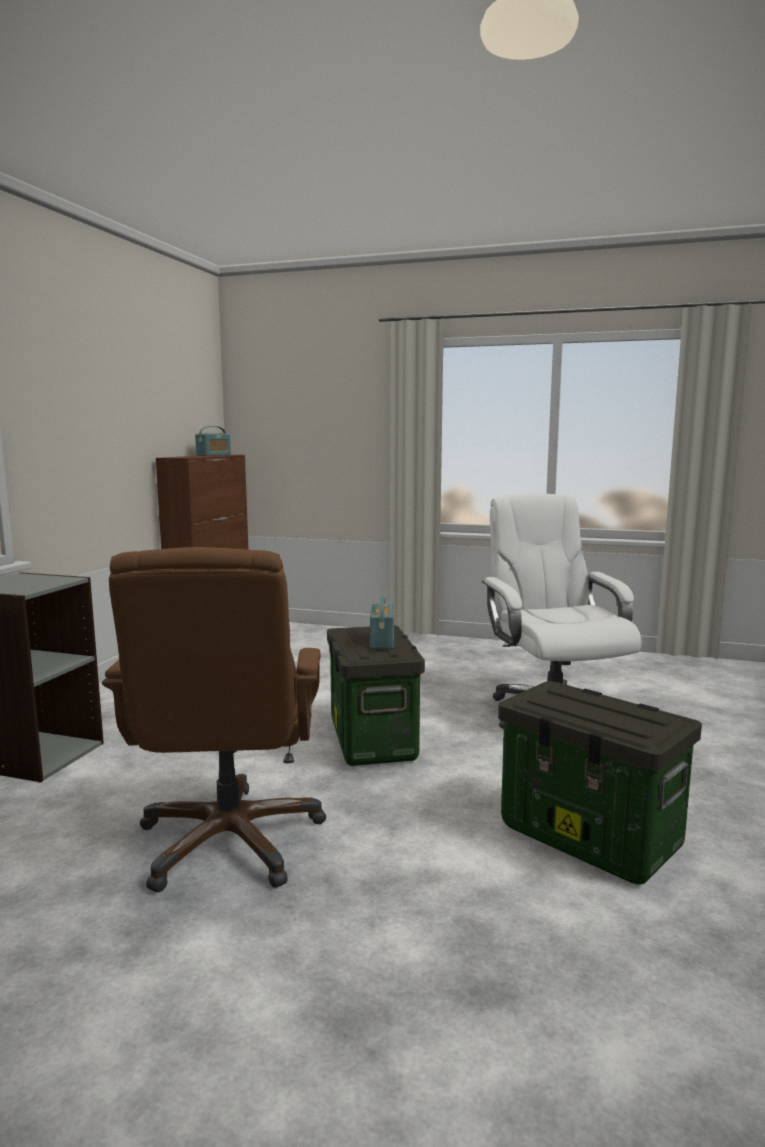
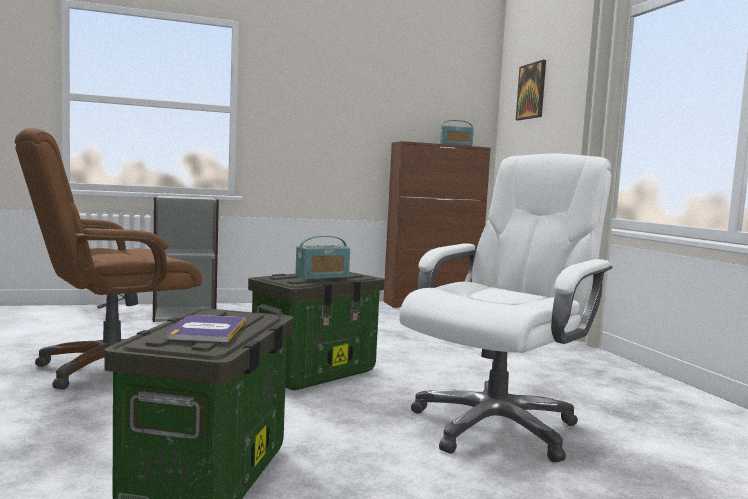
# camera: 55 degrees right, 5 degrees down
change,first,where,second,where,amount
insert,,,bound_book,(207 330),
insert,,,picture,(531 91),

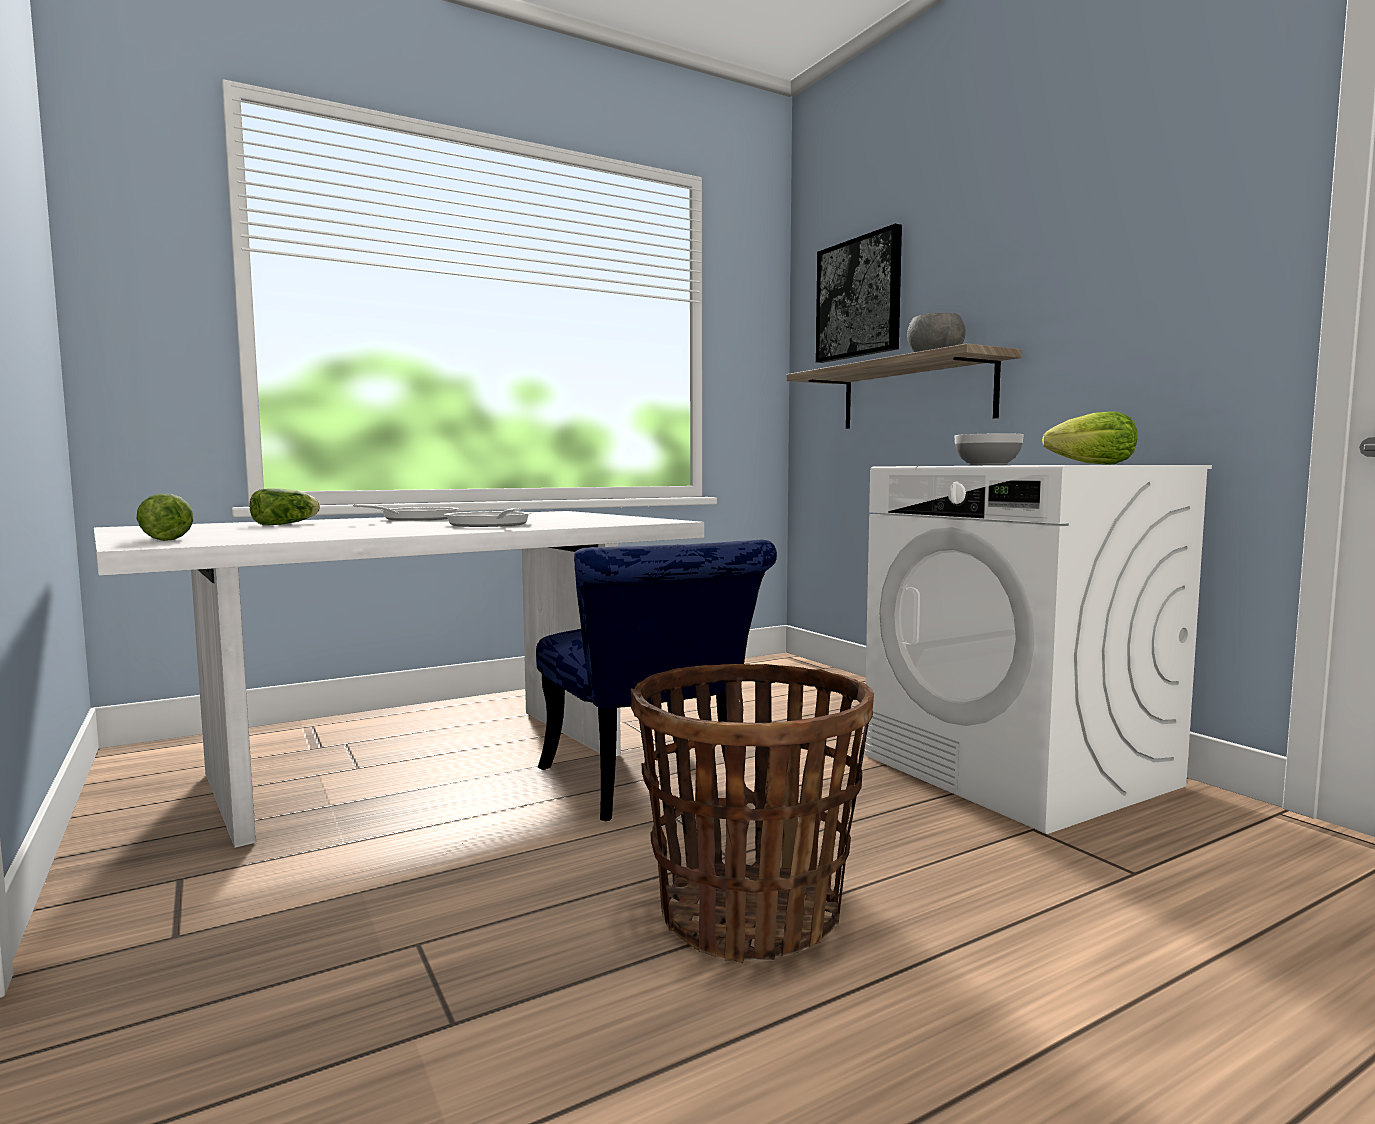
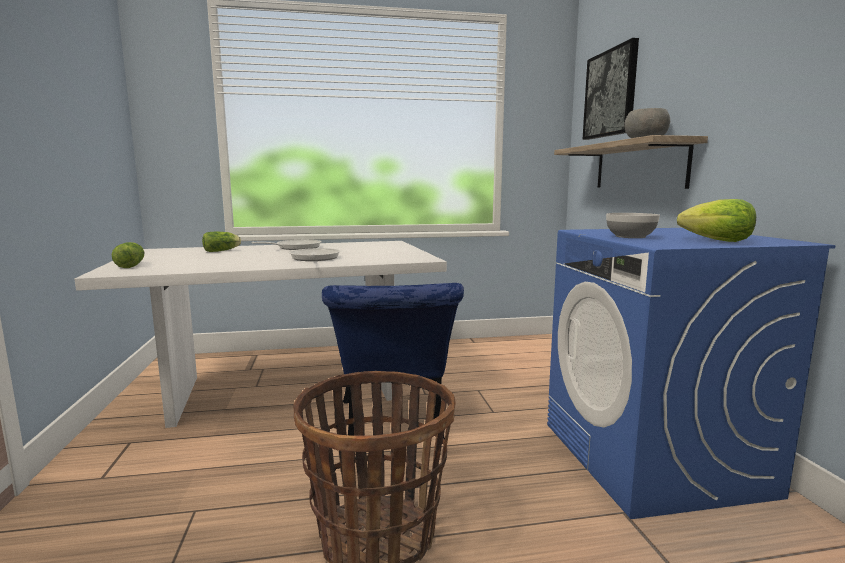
# camera: 20 degrees right, 5 degrees up
change,first,where,second,where,amount
recolor,whitish_laundry_appliance,(1019 771),blue-coloured_laundry_appliance,(653 458),

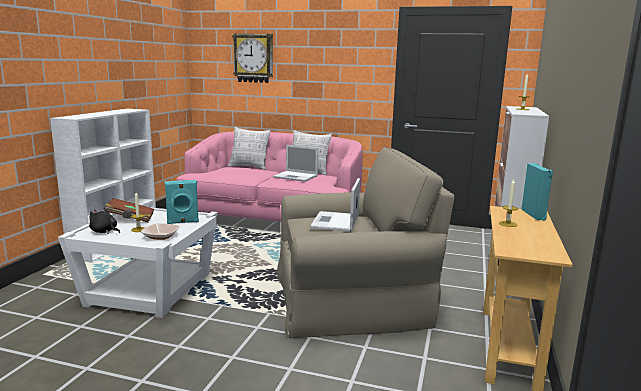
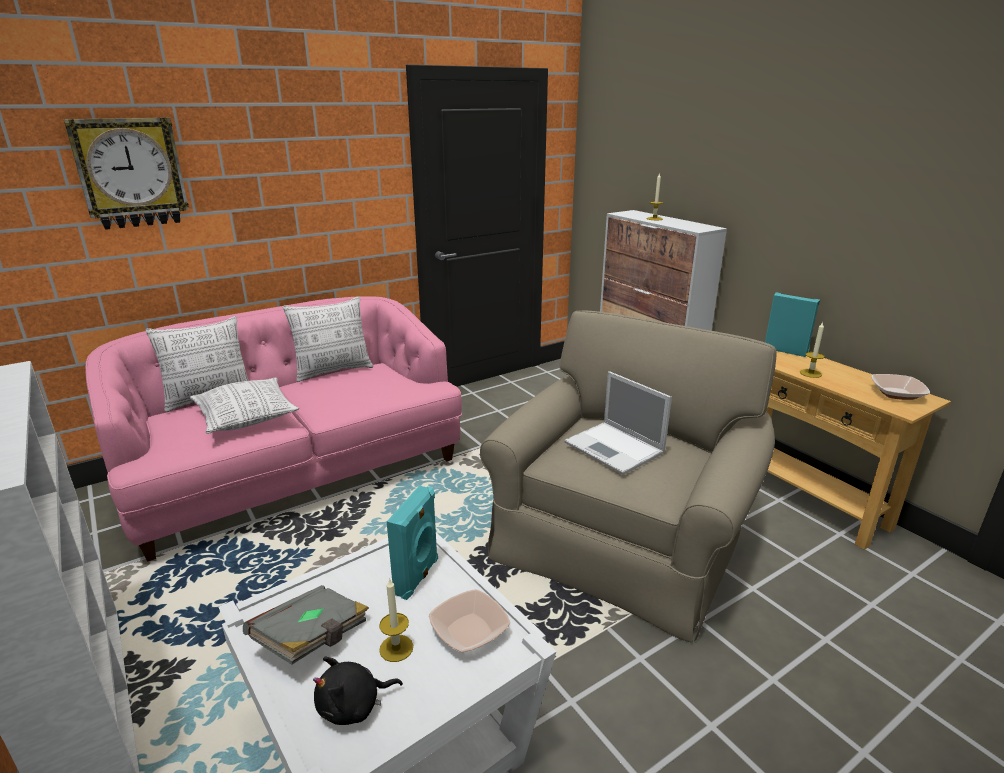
# camera: 50 degrees left, 10 degrees up
change,first,where,second,where,amount
insert,,,pillow,(247 417),
recolor,brown_bound_book,(130 219),grey_bound_book,(313 638),
insert,,,deep_dish,(896 393),
delete,laptop,(296 176),,,

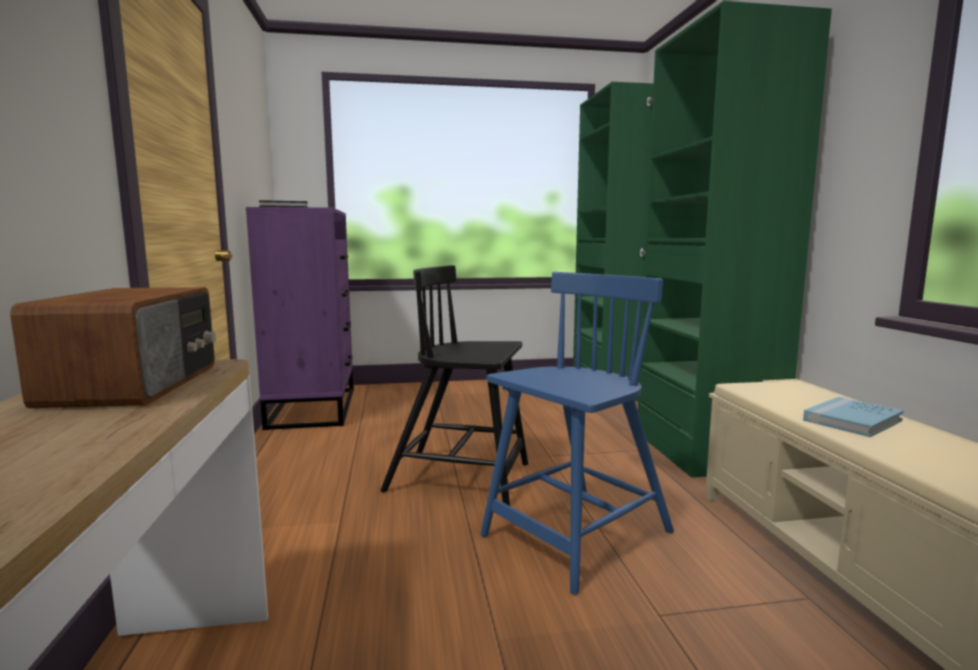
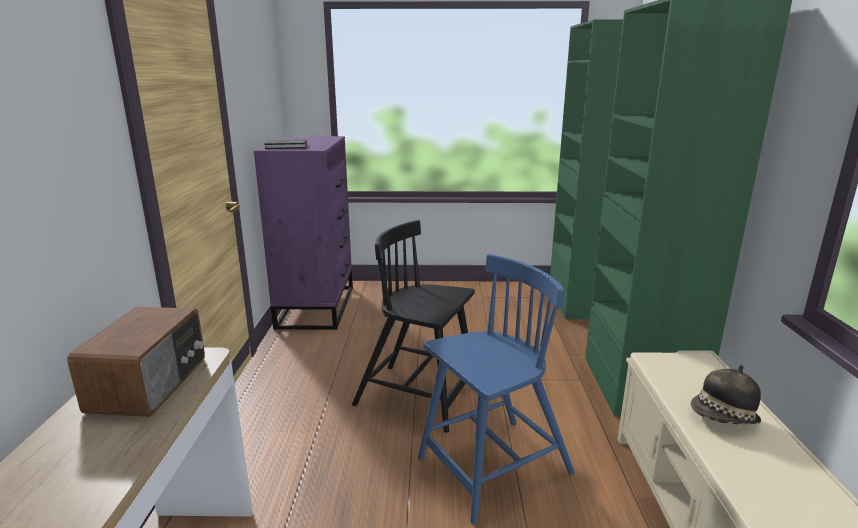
# camera: 10 degrees right, 10 degrees up
change,first,where,second,where,amount
replace,blue-coloured_bound_book,(852 420),clothing_hat,(723 418),

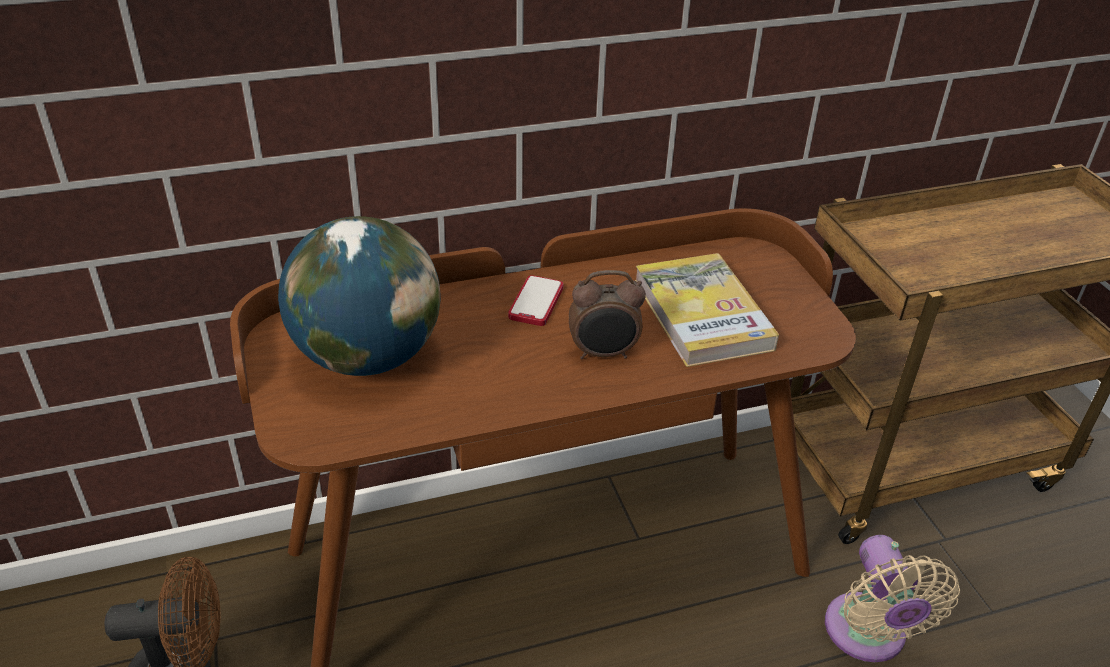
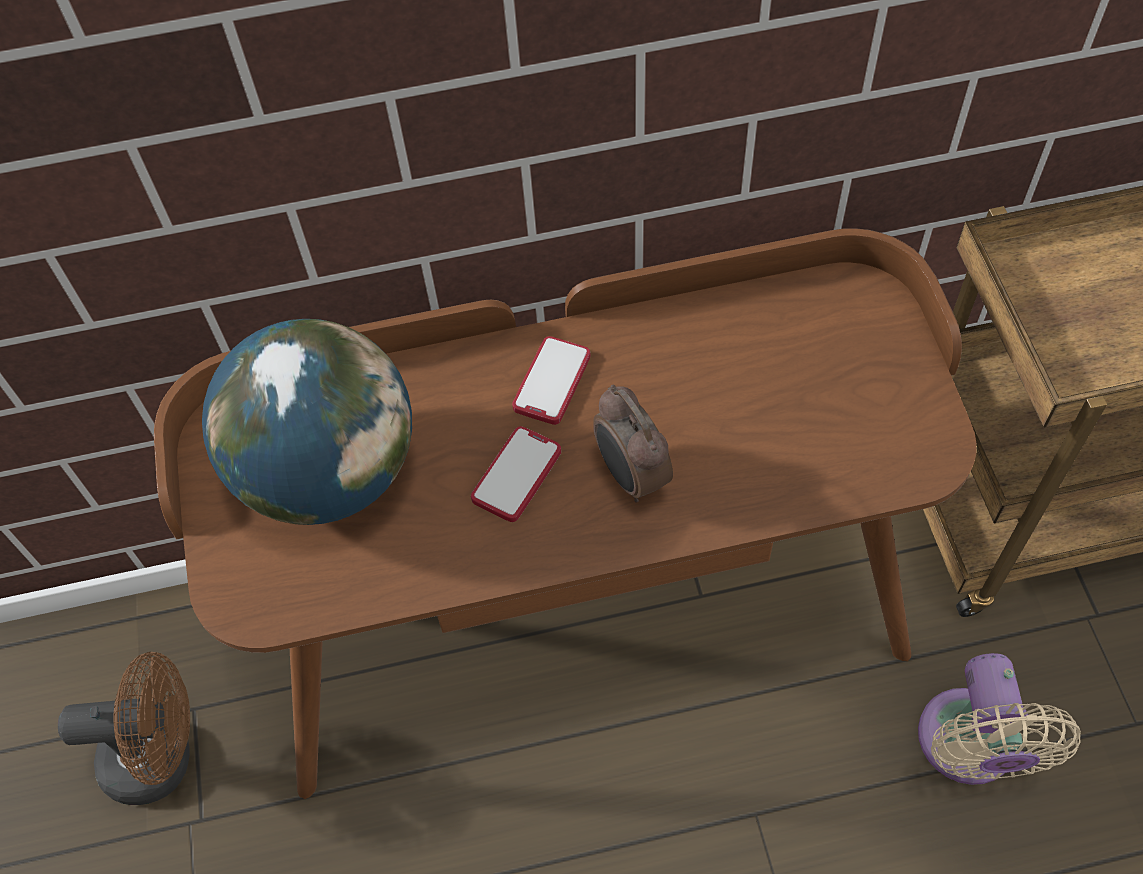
# camera: 10 degrees right, 20 degrees up
change,first,where,second,where,amount
insert,,,telephone,(516 475),
rotate,alarm_clock,(603 353),,(630 476),60 degrees clockwise
delete,bound_book,(702 314),,,

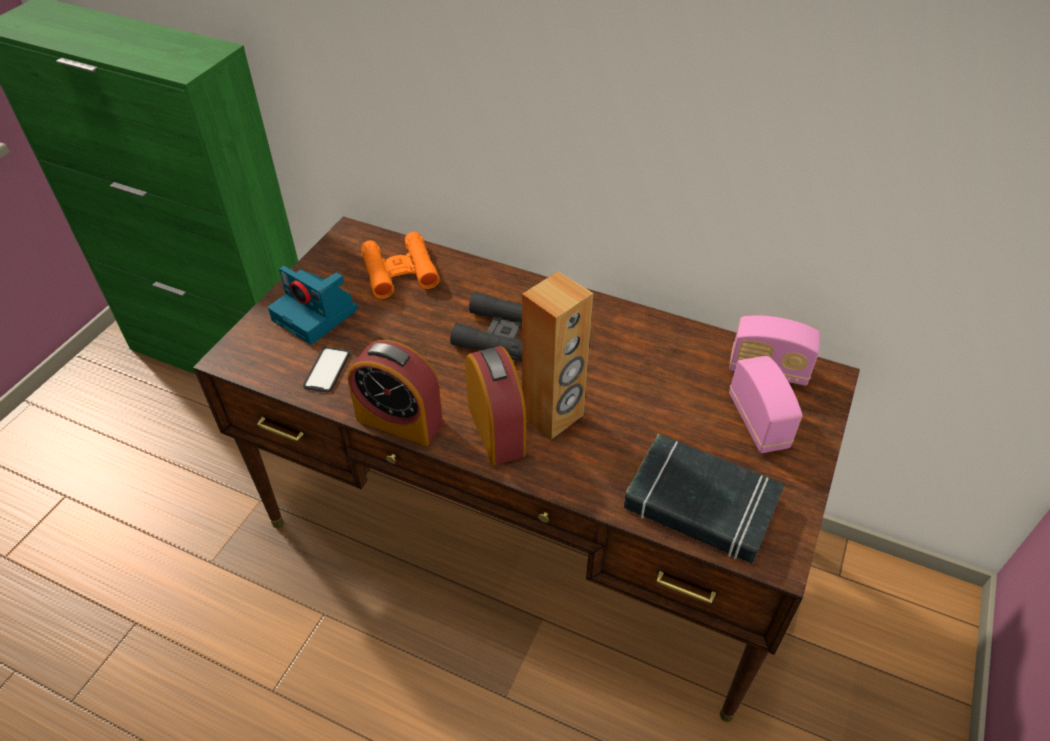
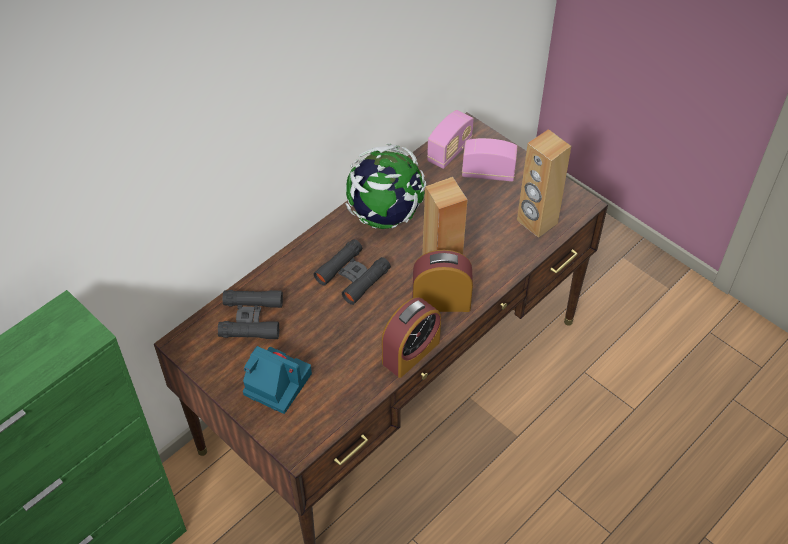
# camera: 70 degrees left, 5 degrees up
change,first,where,second,where,amount
recolor,orange_binoculars,(399 271),blackish_binoculars,(251 319),
rotate,photo_camera,(317 315),,(275 383),120 degrees counterclockwise
insert,,,globe,(385 216),
replace,blackish_bound_book,(700 504),brown_speaker,(536 222),
delete,telephone,(327 370),,,

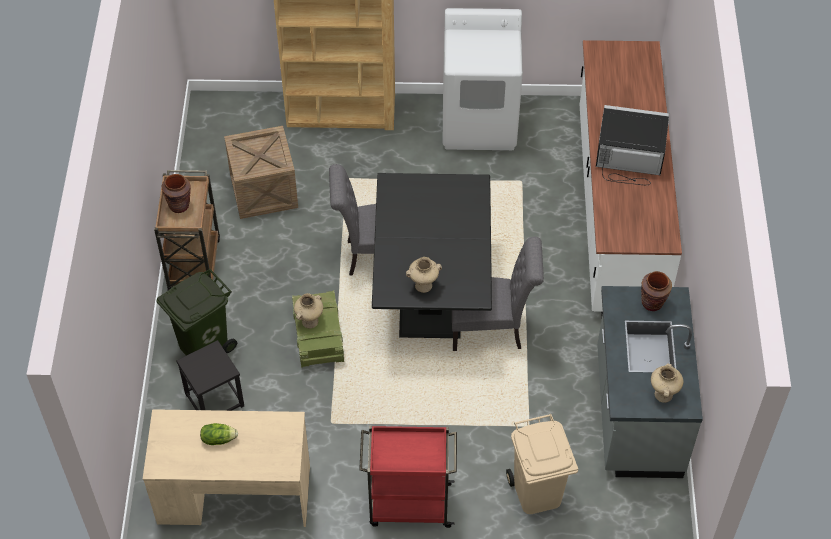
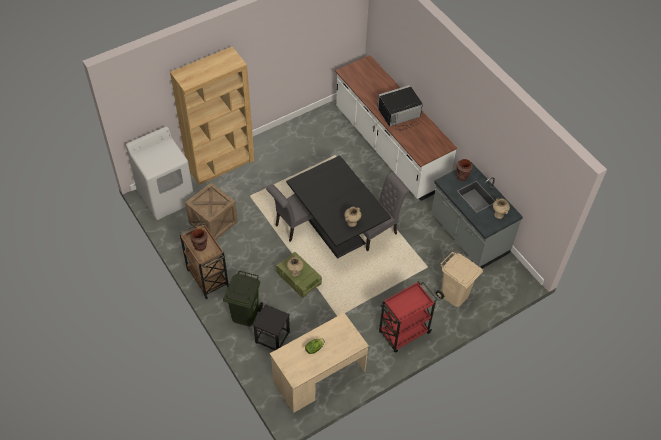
# camera: 35 degrees left, 0 degrees up
change,first,where,second,where,amount
move,whitish_laundry_appliance,(479 123),,(166 197),

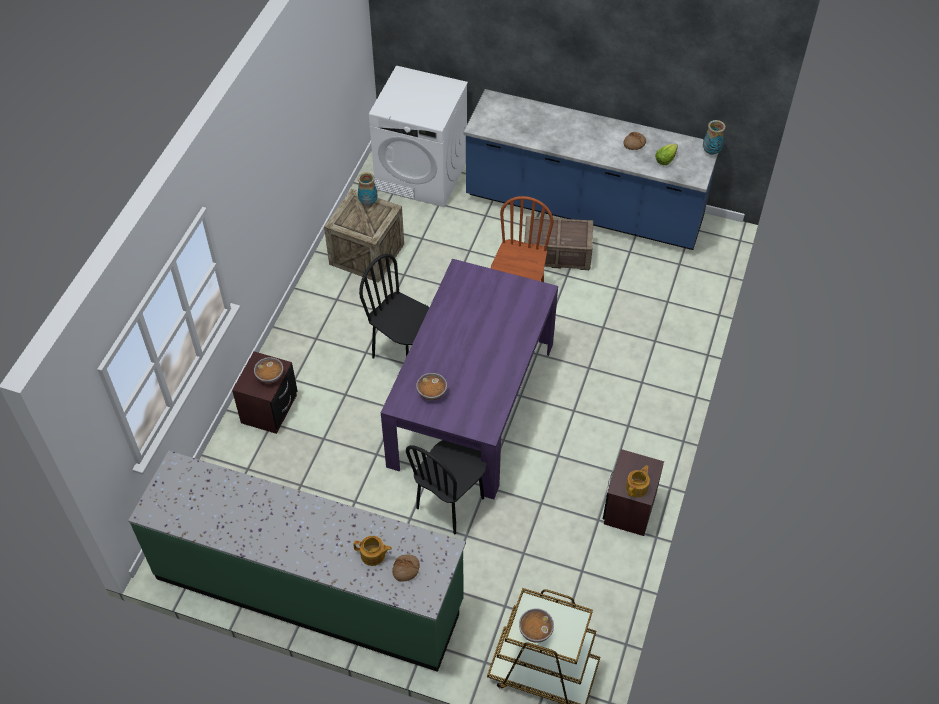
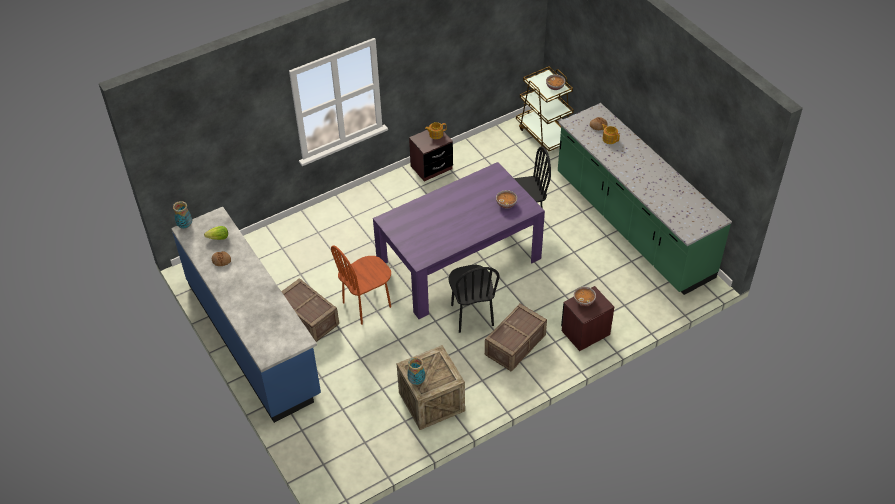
# camera: 140 degrees left, 5 degrees down
change,first,where,second,where,amount
insert,,,packing_crate,(515 346),
delete,whitish_laundry_appliance,(422 175),,,

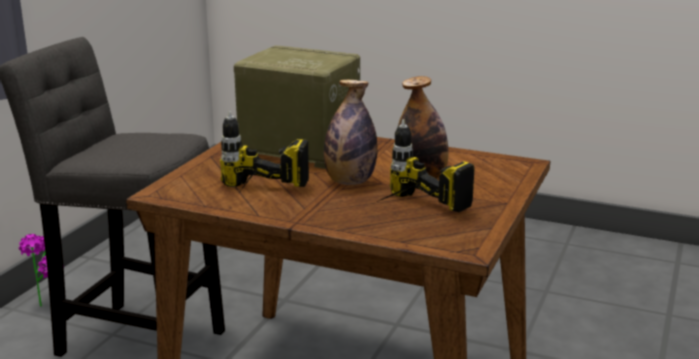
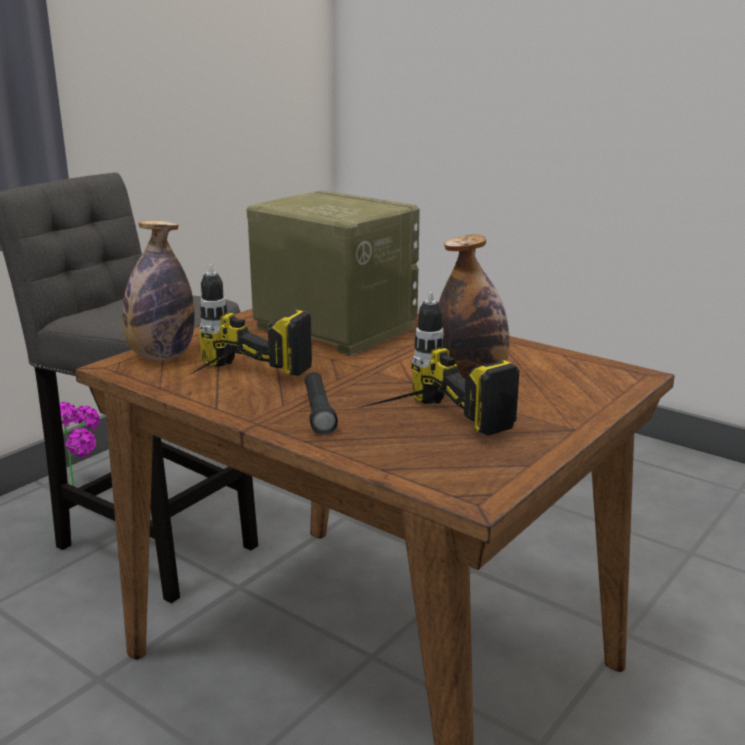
# camera: 15 degrees right, 0 degrees up
change,first,where,second,where,amount
move,drink_bottle,(350 182),,(161 356),
insert,,,blackish_hand_torch,(318 412),

